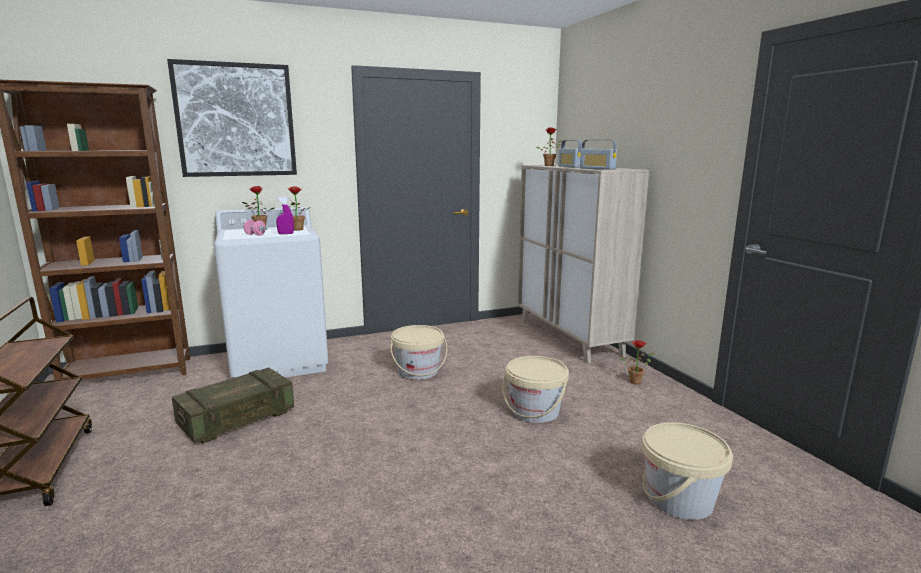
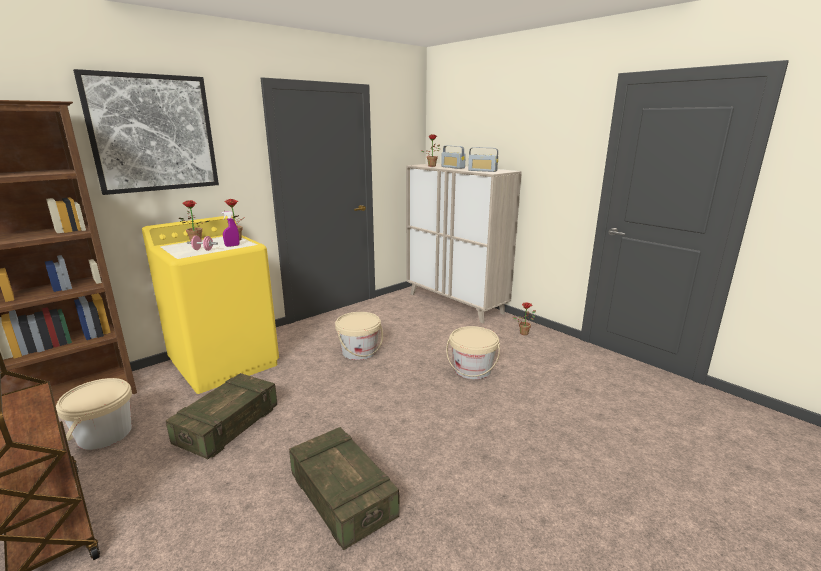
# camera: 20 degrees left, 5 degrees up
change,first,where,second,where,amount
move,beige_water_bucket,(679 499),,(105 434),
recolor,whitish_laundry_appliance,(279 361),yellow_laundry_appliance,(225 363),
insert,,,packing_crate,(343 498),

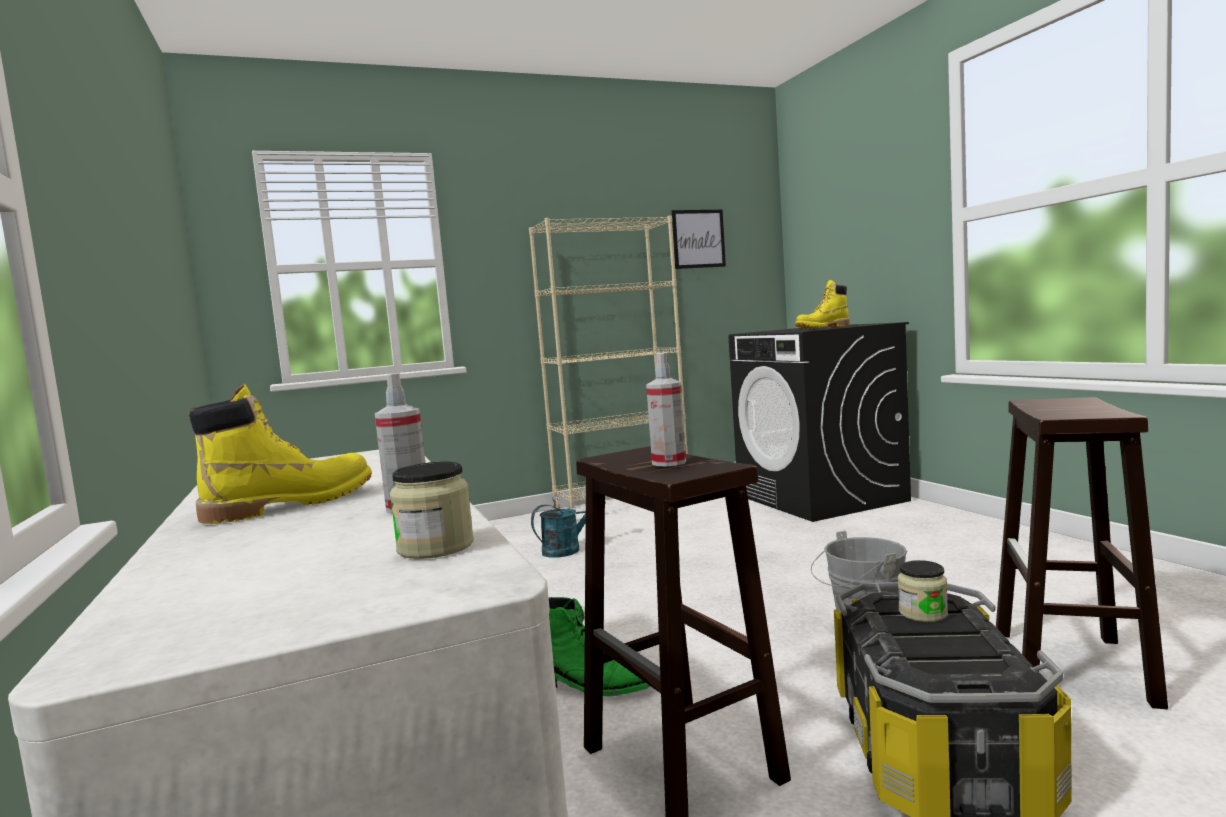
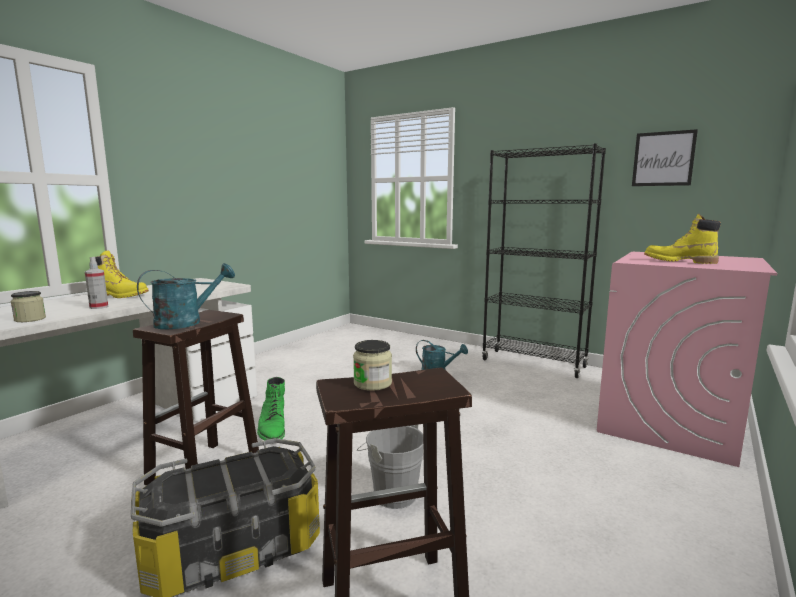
# camera: 55 degrees right, 5 degrees up
change,first,where,second,where,amount
replace,spray_bottle,(669 462),blue-green_sprinkling_can,(186 322),
move,jar,(923 613),,(372 383),
recolor,beige_bookcase,(622 506),blackish_bookcase,(533 363),
recolor,blackish_laundry_appliance,(821 498),pink-coloured_laundry_appliance,(667 423),

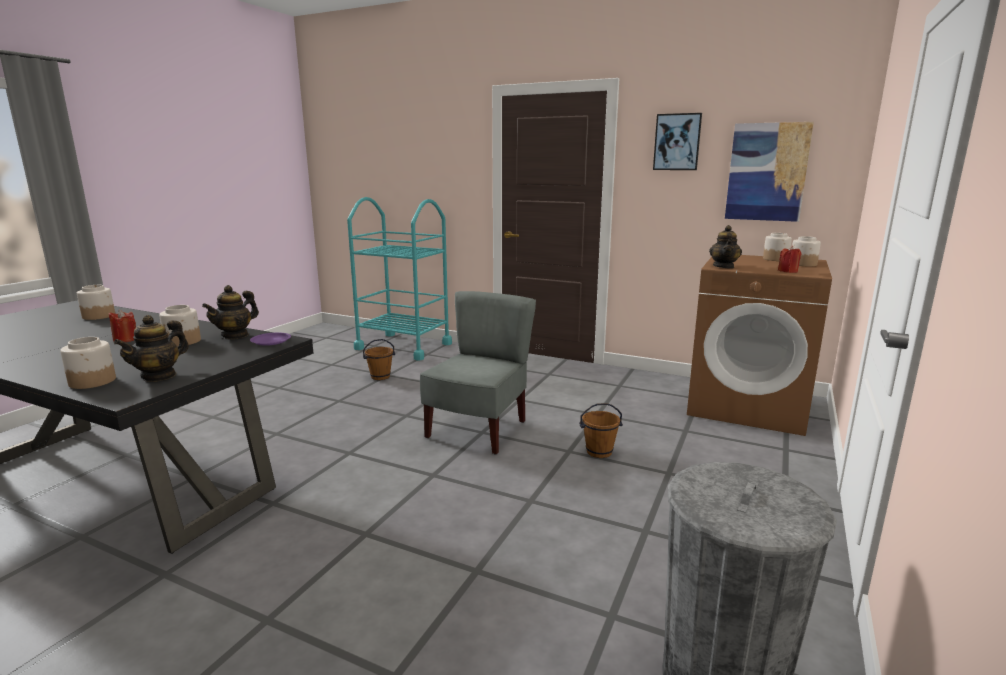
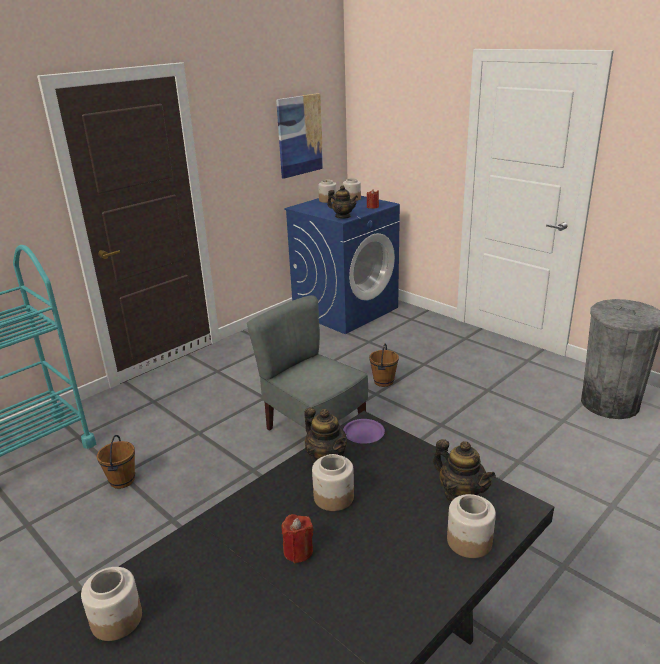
# camera: 70 degrees left, 10 degrees up
change,first,where,second,where,amount
recolor,brown_laundry_appliance,(748 406),blue-coloured_laundry_appliance,(345 310),
delete,picture,(677 142),,,

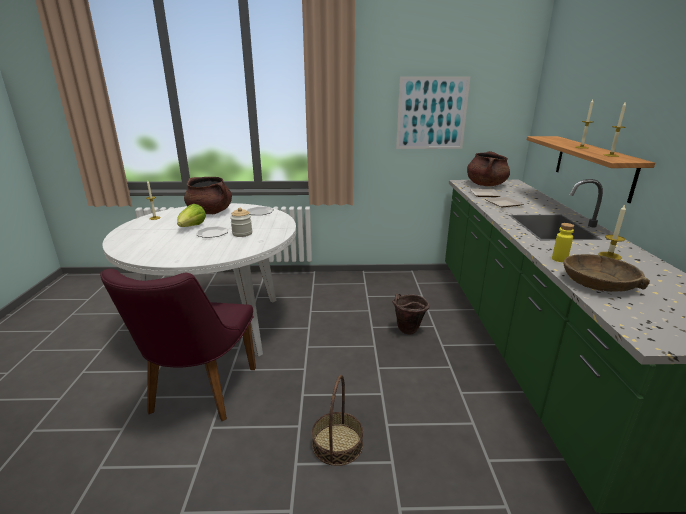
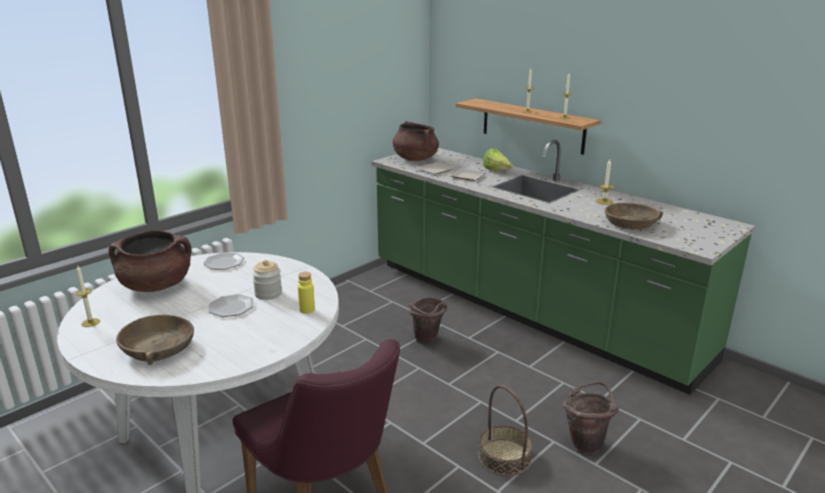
# camera: 45 degrees left, 0 degrees up
change,first,where,second,where,amount
insert,,,brown_deep_dish,(158 348),
move,yellow_drink_bottle,(559 259),,(307 310),
move,lettuce,(192 227),,(497 171),
insert,,,brown_water_bucket,(586 443),
delete,picture,(431 113),,,

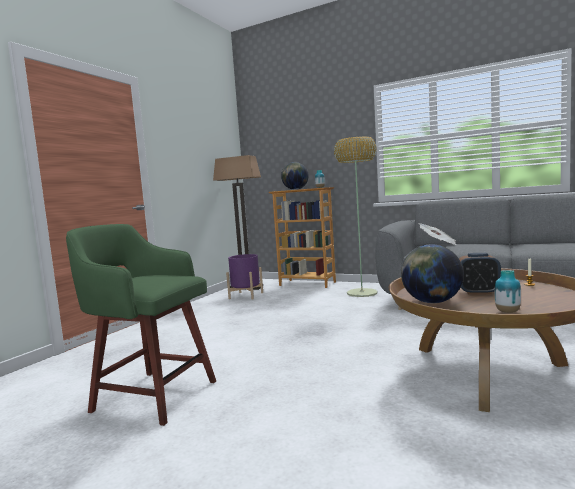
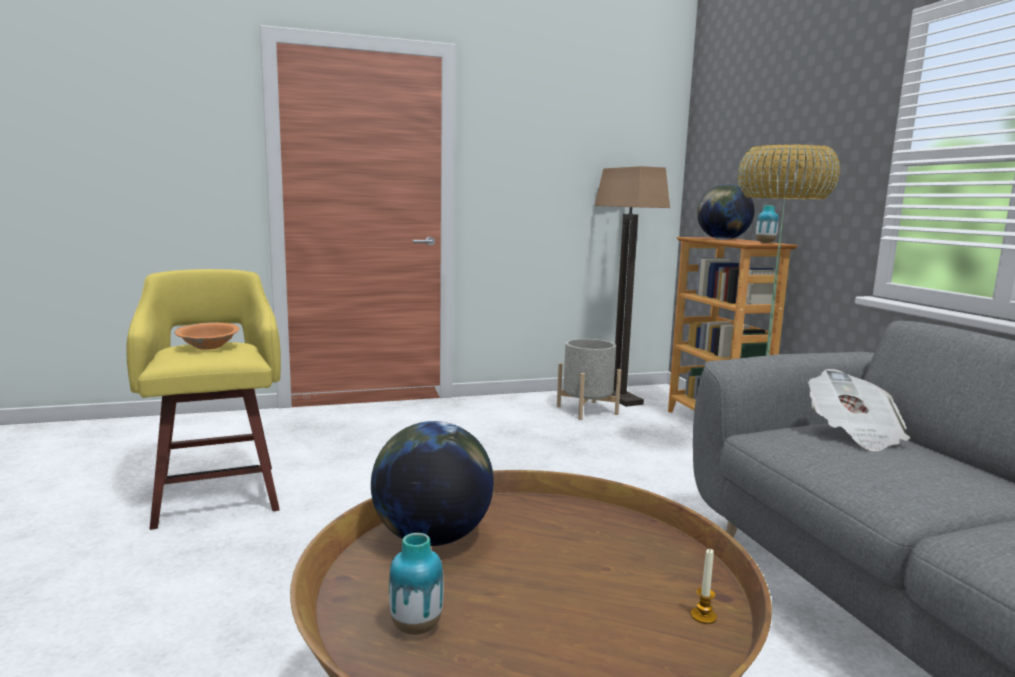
# camera: 45 degrees right, 5 degrees up
change,first,where,second,where,amount
recolor,green_stool_seat,(152 395),yellow_stool_seat,(218 492),
insert,,,orange_deep_dish,(208 347),
recolor,purple-coloured_plant_pot,(246 295),grey_plant_pot,(587 410),
delete,alarm_clock,(478 292),,,

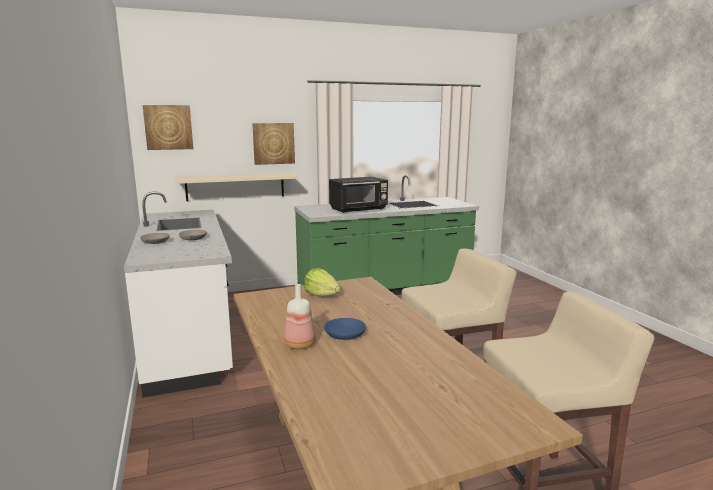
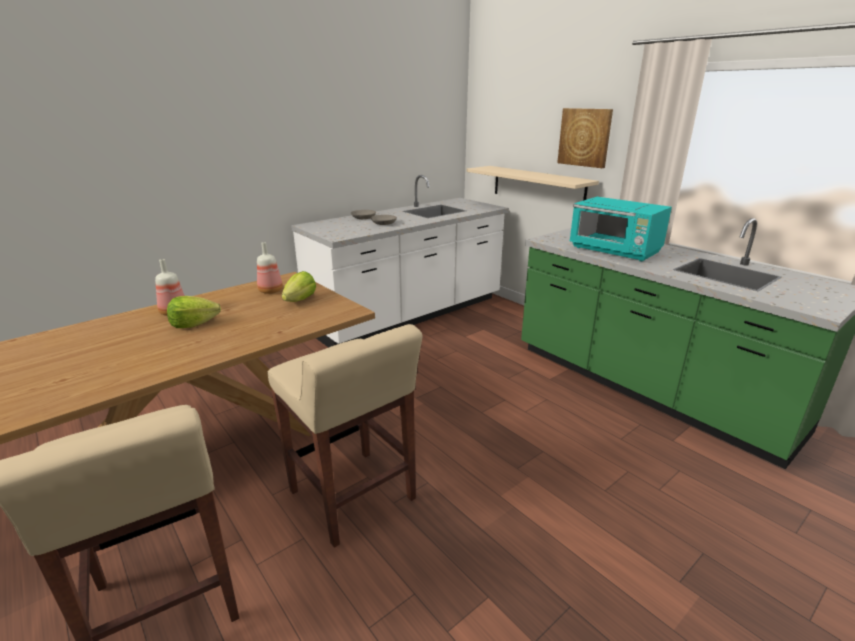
# camera: 70 degrees right, 10 degrees up
change,first,where,second,where,amount
replace,blue-coloured_deep_dish,(344 334),lettuce,(194 324),
insert,,,drink_bottle,(271 291),
recolor,blackish_microwave,(359 209),blue-green_microwave,(615 251),
delete,picture,(168 127),,,

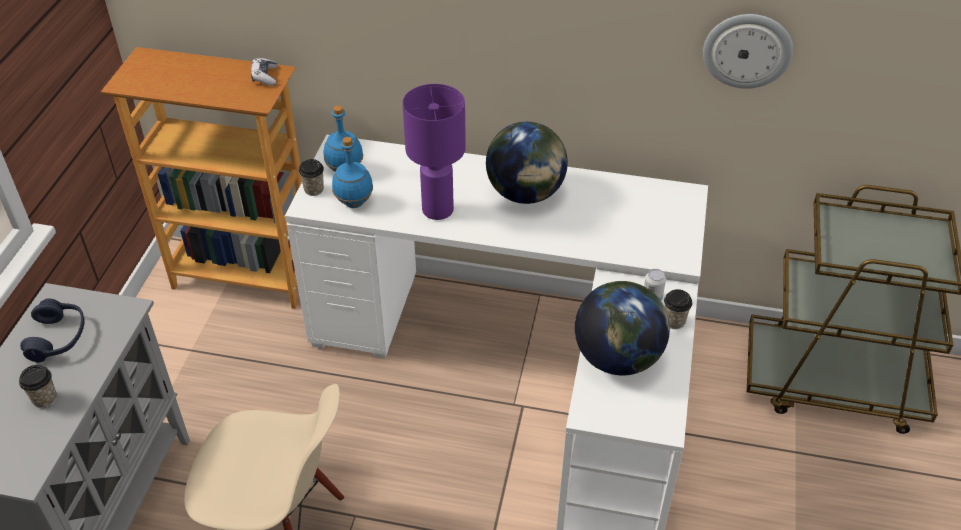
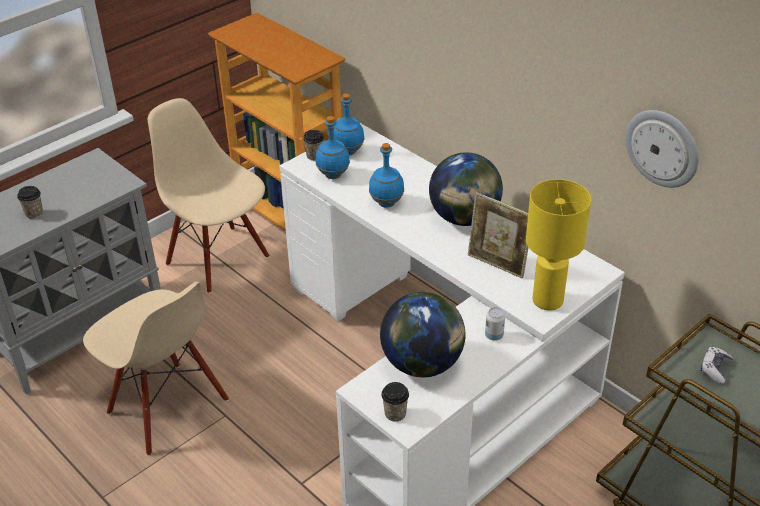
# camera: 35 degrees right, 5 degrees down
change,first,where,second,where,amount
insert,,,beige_upright_chair,(218 259),
replace,purple-coloured_lamp_for_a_table,(437 209),blue-coloured_drink_bottle,(386 203),
move,small_cup,(674 321),,(395 413),
insert,,,standing_frame,(497 265),
insert,,,yellow_lamp_for_a_table,(548 300),
move,joypad,(265 76),,(715 369),
delete,blue-coloured_pair_of_headphones,(58 338),,,

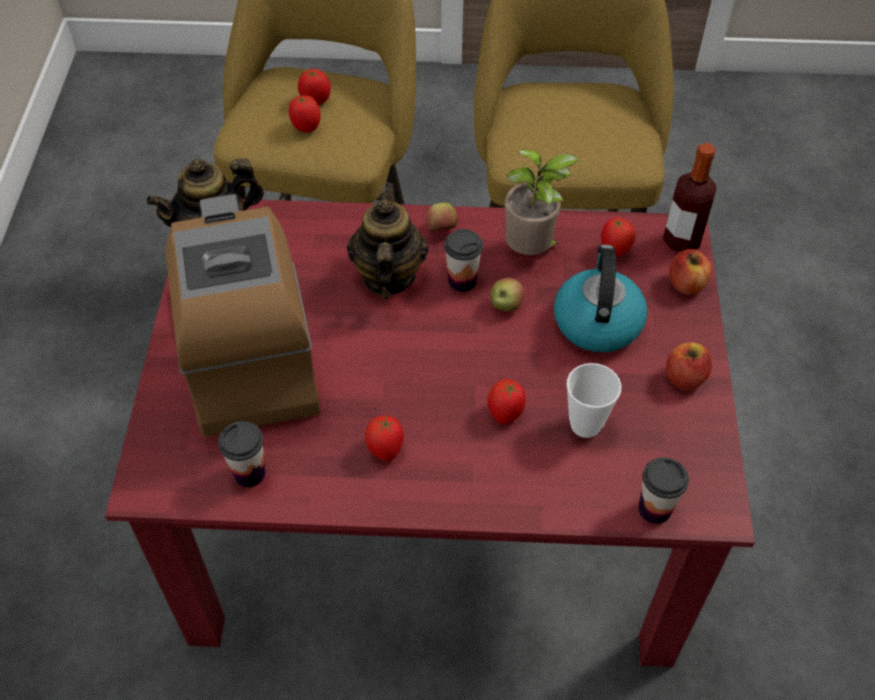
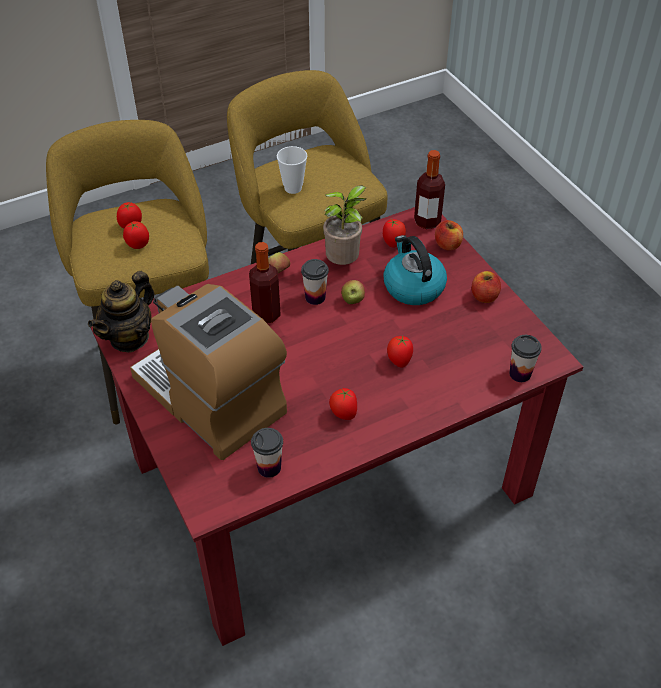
# camera: 30 degrees left, 5 degrees down
change,first,where,second,where,amount
replace,pot_for_tea,(388 276),drink_bottle,(266 314),
move,small_cup,(585 425),,(293 188),

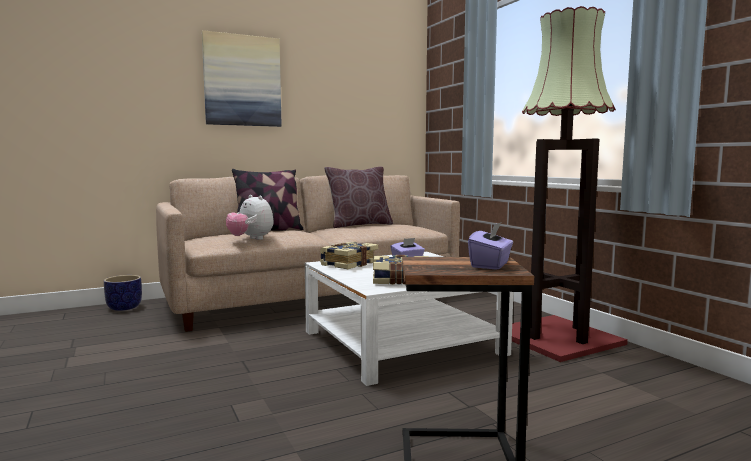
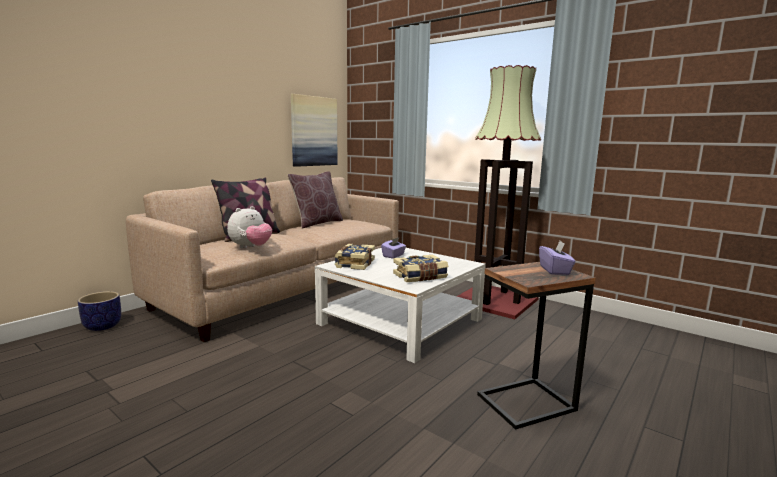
# camera: 25 degrees left, 5 degrees up
change,first,where,second,where,amount
rotate,soft_toy,(251 239),,(250 248),75 degrees counterclockwise
move,picture,(242 81),,(314 131),

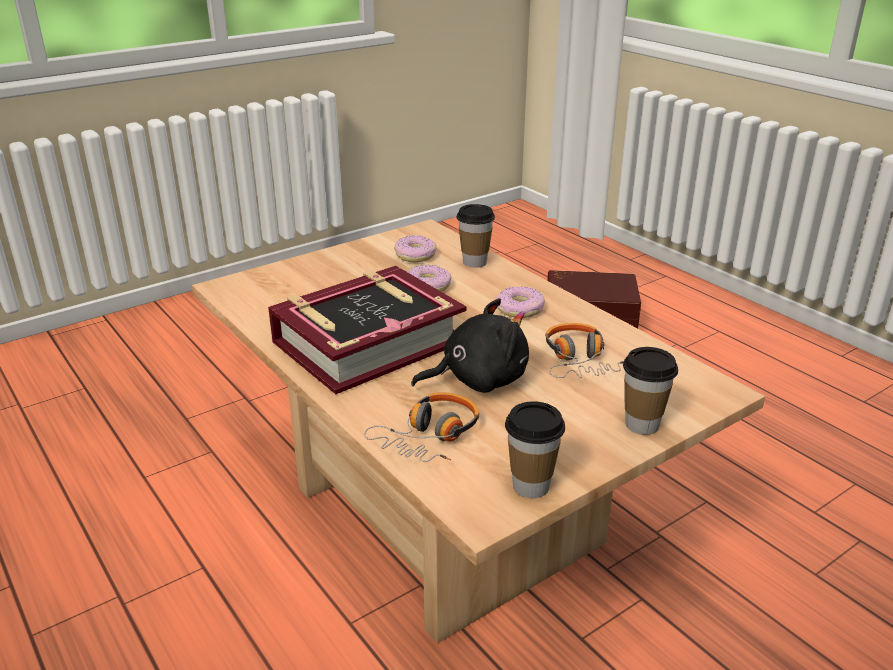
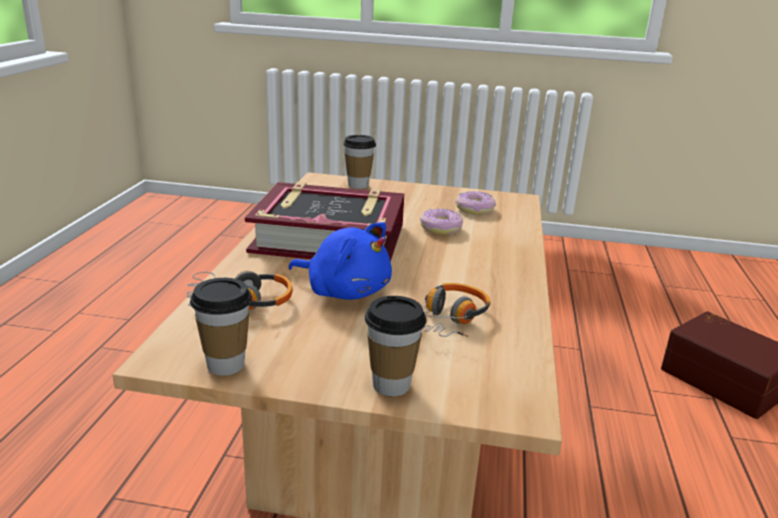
# camera: 45 degrees right, 5 degrees down
change,first,where,second,where,amount
recolor,blackish_soft_toy,(478 379),blue-coloured_soft_toy,(345 291),
move,small_cup,(474 262),,(358 185),
delete,ring_doughnut,(520 309),,,

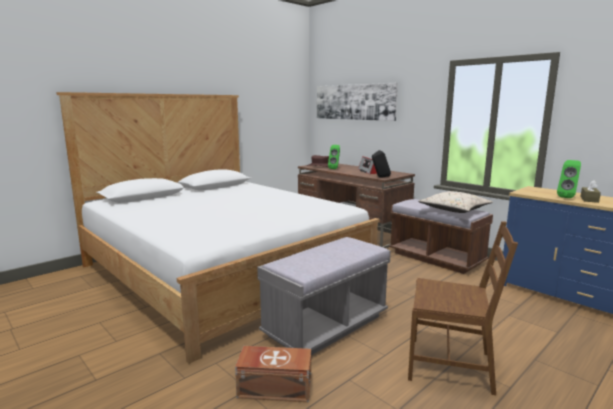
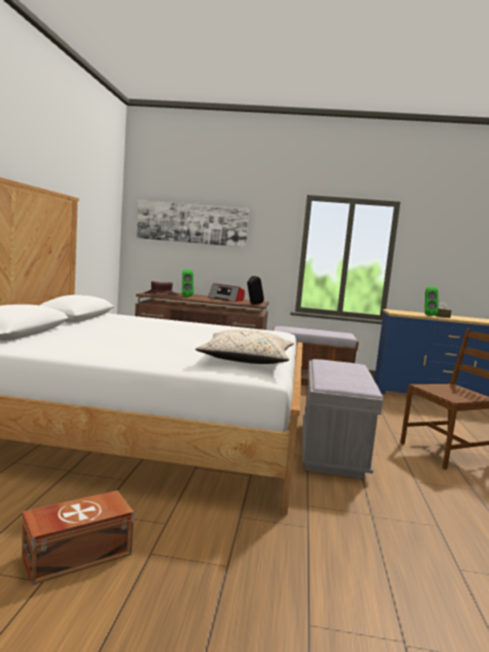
# camera: 40 degrees left, 5 degrees down
change,first,where,second,where,amount
move,brown_storage_bin,(274 387),,(75 554),
move,beige_pillow,(454 210),,(246 360),

